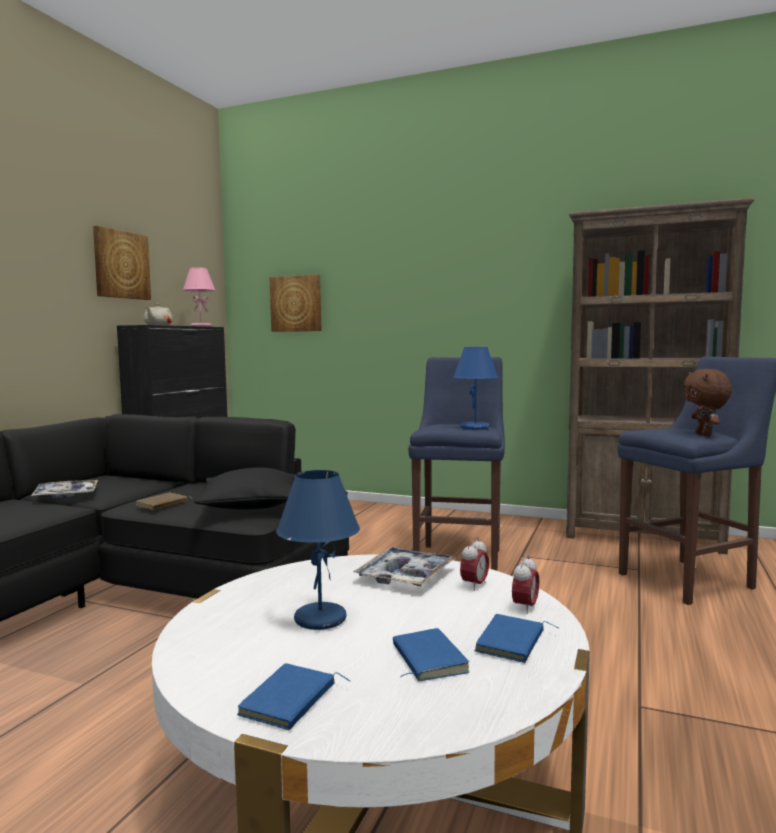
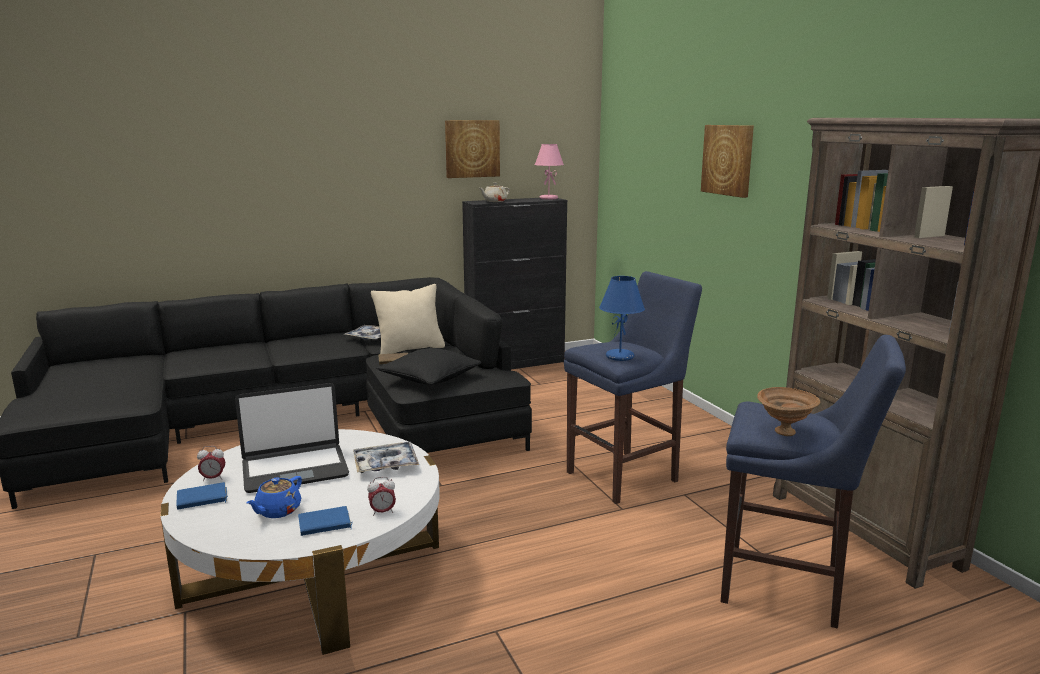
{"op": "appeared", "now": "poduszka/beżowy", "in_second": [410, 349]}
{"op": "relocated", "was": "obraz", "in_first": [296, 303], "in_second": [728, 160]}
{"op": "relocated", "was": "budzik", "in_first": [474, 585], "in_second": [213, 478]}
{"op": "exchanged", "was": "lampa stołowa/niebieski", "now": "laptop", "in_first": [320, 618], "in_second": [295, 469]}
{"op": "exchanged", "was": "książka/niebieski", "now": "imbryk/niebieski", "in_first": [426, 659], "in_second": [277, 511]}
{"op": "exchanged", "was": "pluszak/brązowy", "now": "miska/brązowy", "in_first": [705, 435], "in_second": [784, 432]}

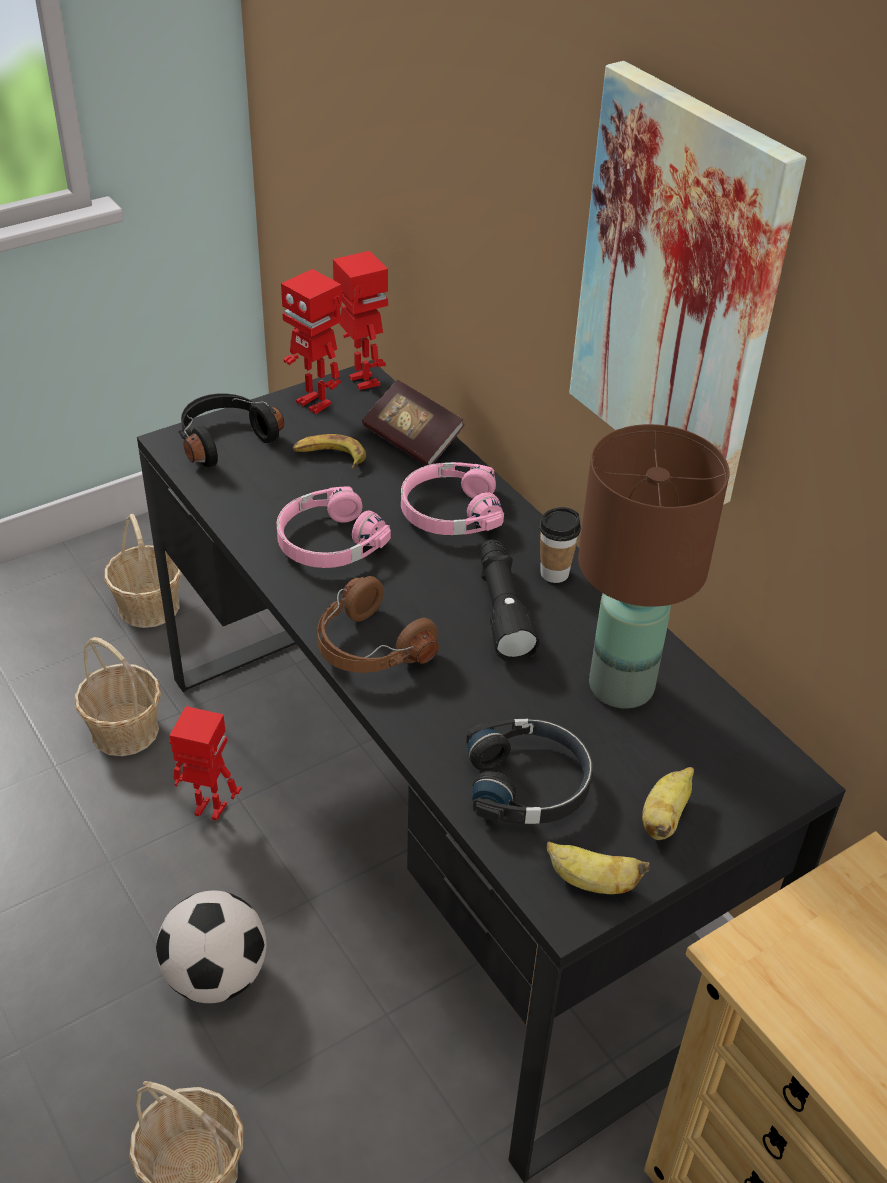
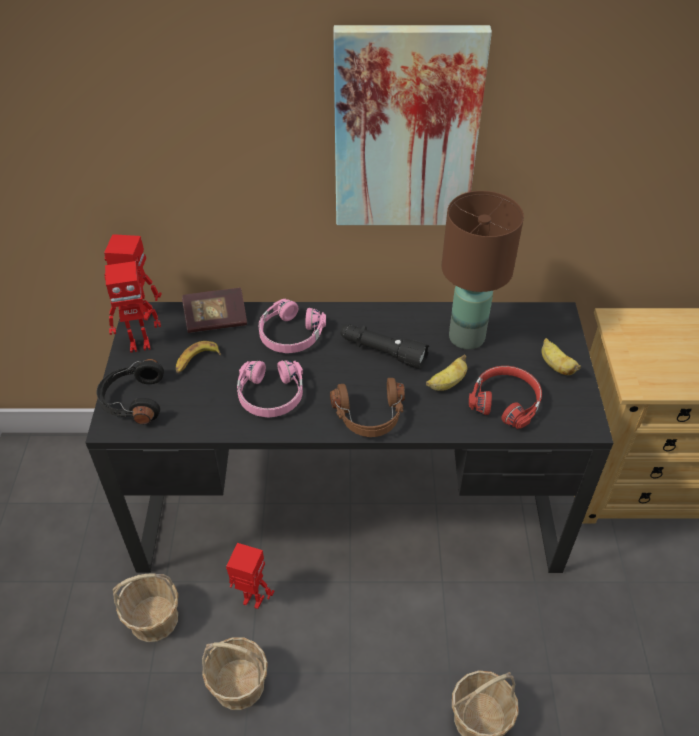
{"op": "missing", "was": "piłka futbolowa", "in_first": [216, 975]}
{"op": "missing", "was": "filiżanka", "in_first": [554, 573]}
{"op": "relocated", "was": "koszyk", "in_first": [149, 606], "in_second": [238, 684]}
{"op": "relocated", "was": "banan", "in_first": [591, 882], "in_second": [447, 383]}
{"op": "colour", "was": "słuchawki/czarny", "now": "słuchawki/czerwony", "in_first": [529, 783], "in_second": [506, 401]}
{"op": "spun", "was": "robot zabawkowy", "in_first": [209, 810], "in_second": [252, 601], "clockwise": 60}

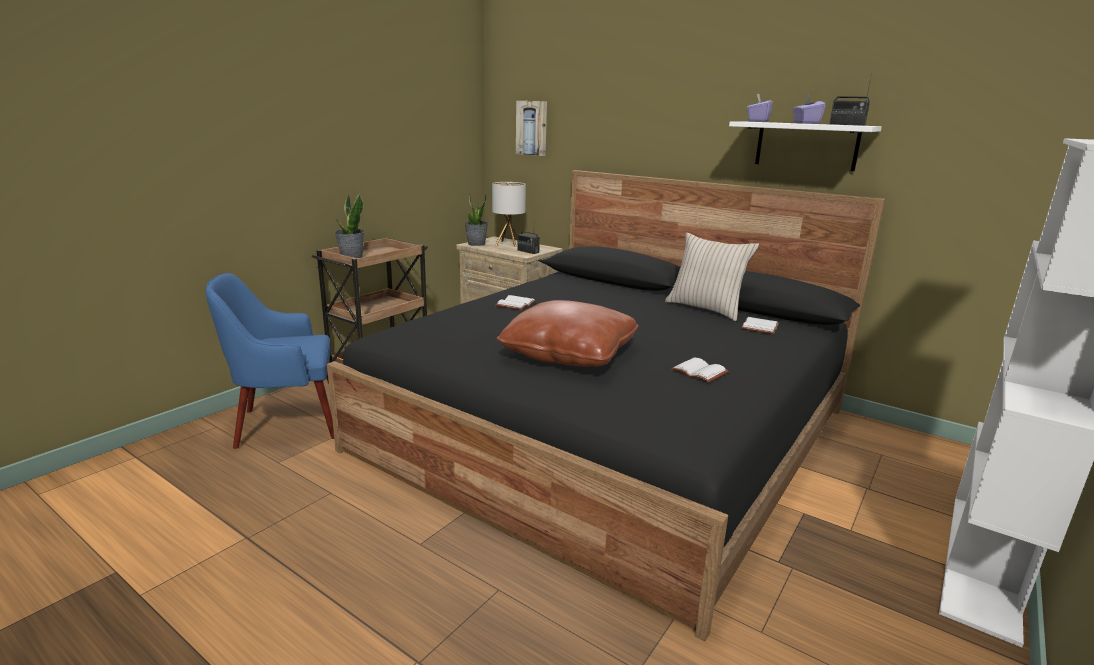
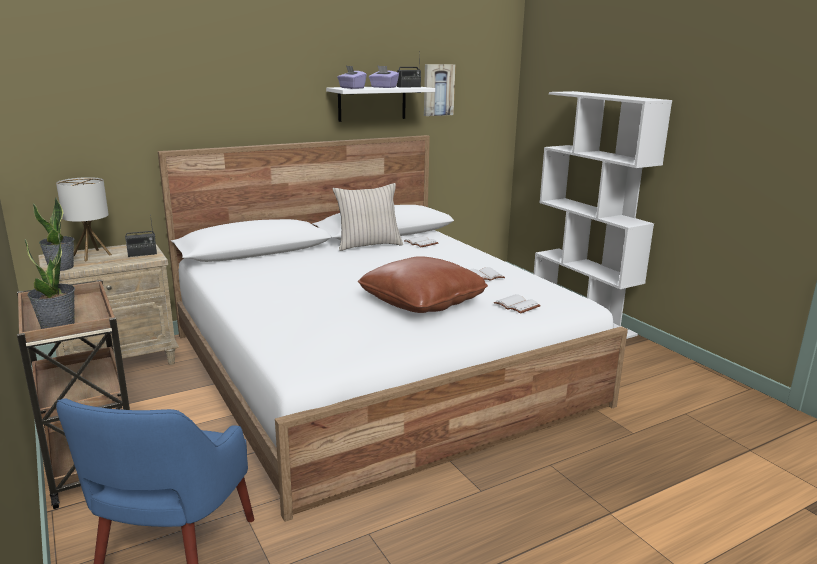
{"op": "relocated", "was": "książka/biały", "in_first": [516, 304], "in_second": [518, 305]}
{"op": "relocated", "was": "obraz", "in_first": [532, 128], "in_second": [438, 90]}
{"op": "colour", "was": "łóżko/czarny", "now": "łóżko/biały", "in_first": [610, 429], "in_second": [376, 367]}

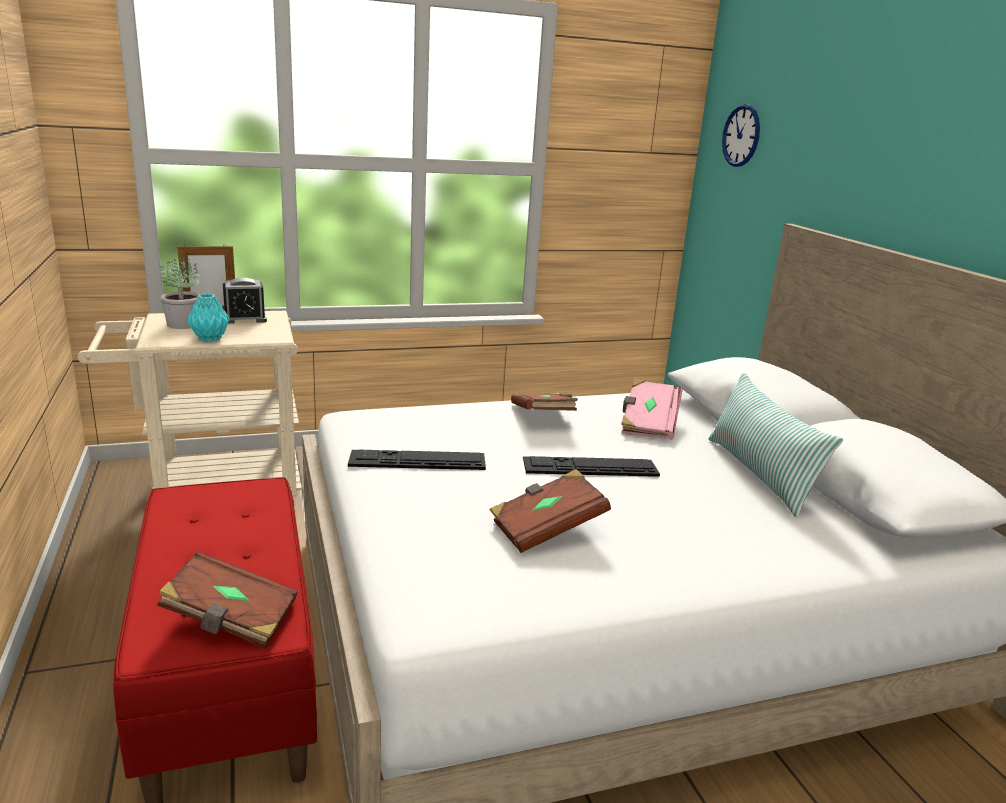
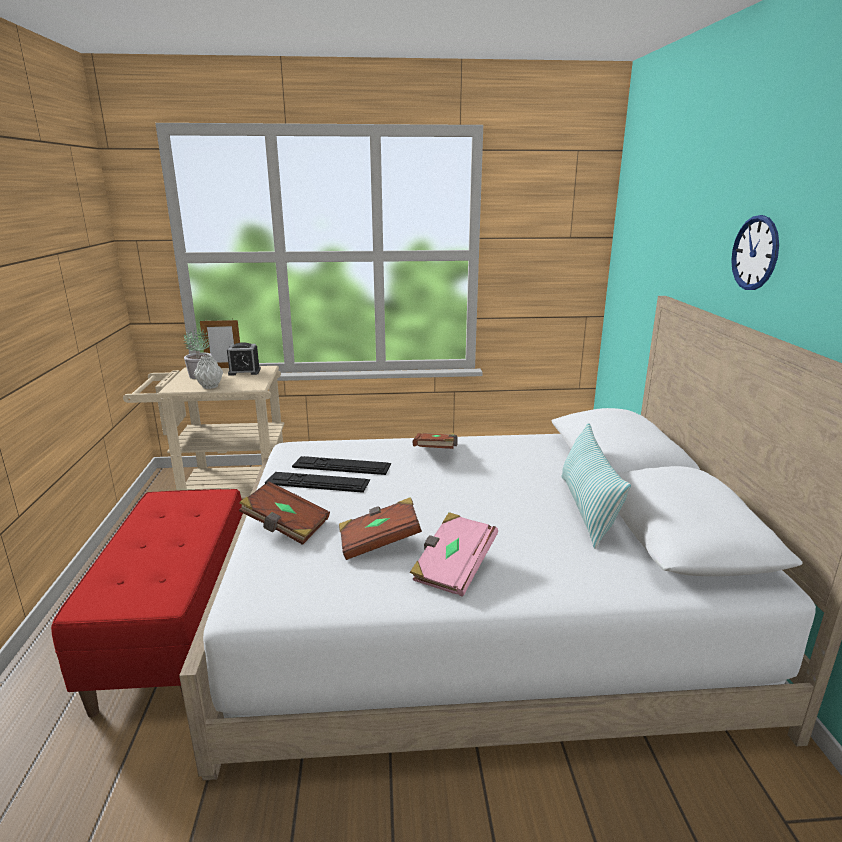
{"op": "relocated", "was": "książka/brązowy", "in_first": [231, 620], "in_second": [285, 526]}
{"op": "relocated", "was": "klawiatura", "in_first": [590, 466], "in_second": [342, 465]}
{"op": "relocated", "was": "książka/różowy", "in_first": [648, 424], "in_second": [453, 568]}
{"op": "relocated", "was": "zegar ścienny", "in_first": [741, 135], "in_second": [755, 253]}
{"op": "colour", "was": "wazon/turkusowy", "now": "wazon/szary", "in_first": [209, 339], "in_second": [210, 387]}

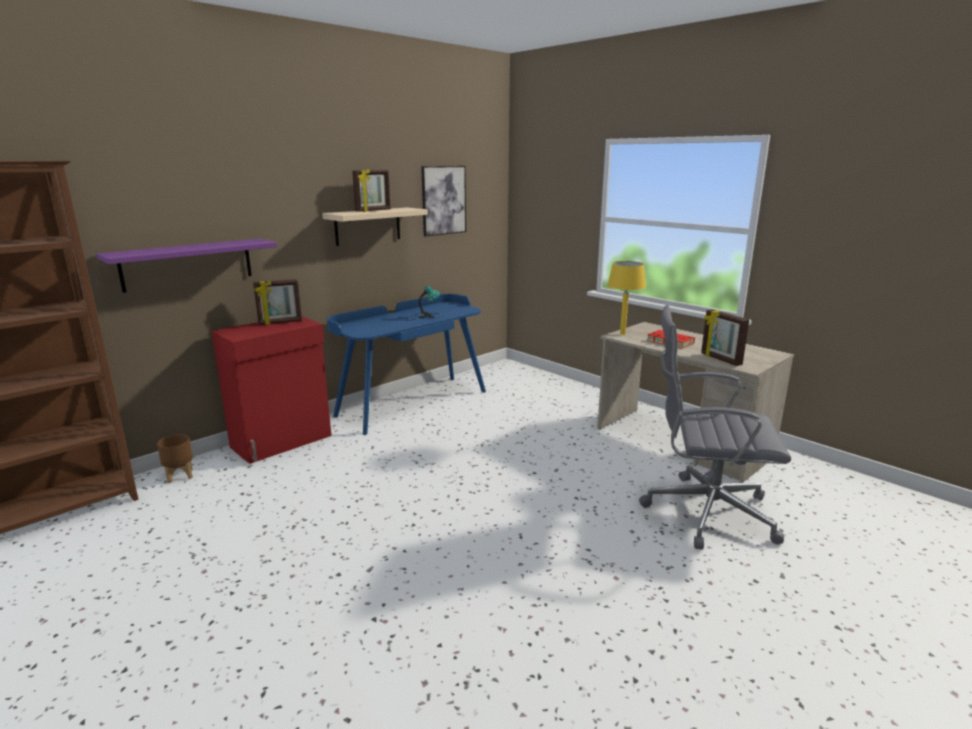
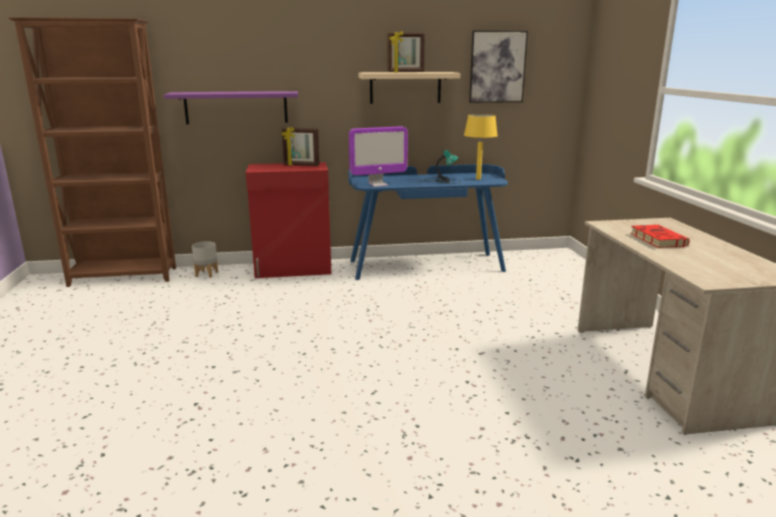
{"op": "missing", "was": "krzesło biurowe/szary", "in_first": [704, 512]}
{"op": "missing", "was": "ramka na zdjęcie", "in_first": [720, 359]}
{"op": "appeared", "now": "monitor", "in_second": [378, 184]}
{"op": "relocated", "was": "lampa stołowa/żółty", "in_first": [622, 334], "in_second": [478, 179]}
{"op": "colour", "was": "donica/brązowy", "now": "donica/szary", "in_first": [180, 475], "in_second": [207, 274]}

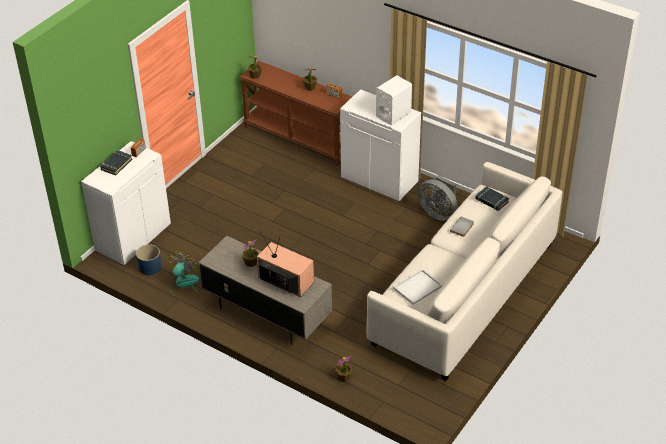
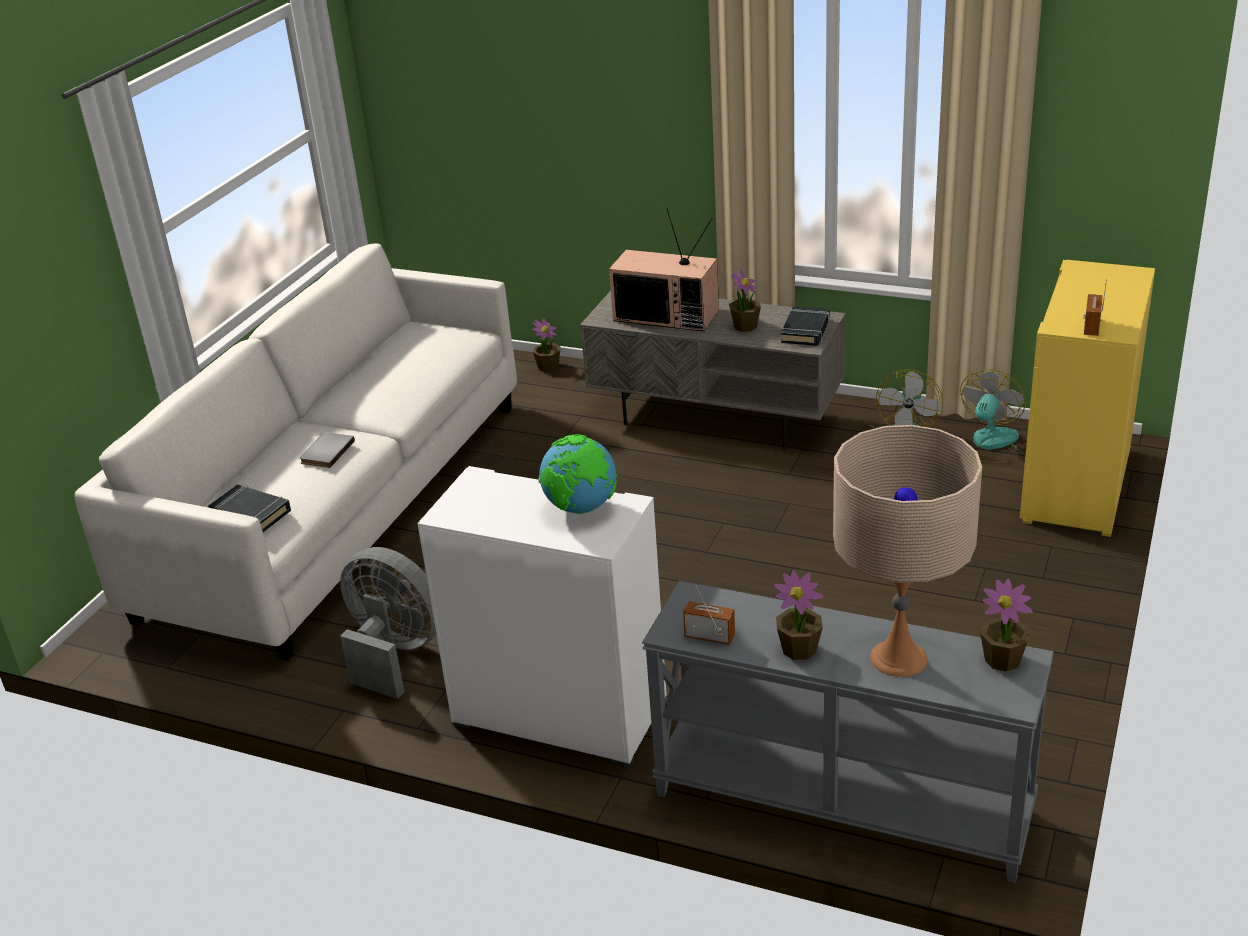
{"op": "missing", "was": "głośnik/biały", "in_first": [393, 114]}
{"op": "missing", "was": "taca/biały", "in_first": [417, 288]}
{"op": "appeared", "now": "globus", "in_second": [580, 509]}
{"op": "appeared", "now": "lampa stołowa/beżowy", "in_second": [898, 658]}
{"op": "relocated", "was": "książka/czarny", "in_first": [116, 164], "in_second": [806, 331]}
{"op": "exchanged", "was": "donica/niebieski", "now": "wentylator", "in_first": [150, 267], "in_second": [991, 445]}
{"op": "colour", "was": "szafka/biały", "now": "szafka/żółty", "in_first": [133, 237], "in_second": [1078, 486]}
{"op": "colour", "was": "stolik konsolowy/brązowy", "now": "stolik konsolowy/szary", "in_first": [299, 137], "in_second": [839, 804]}

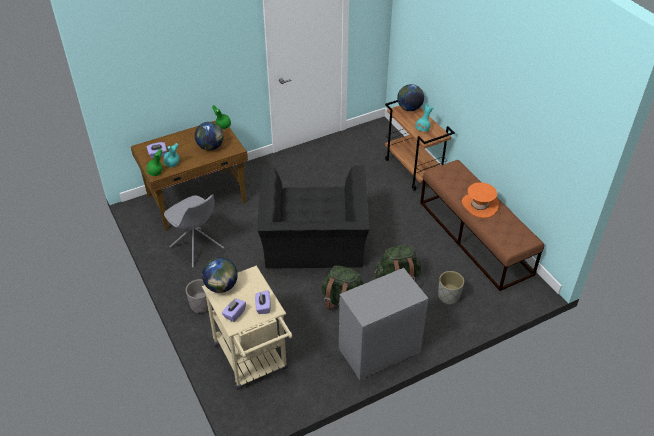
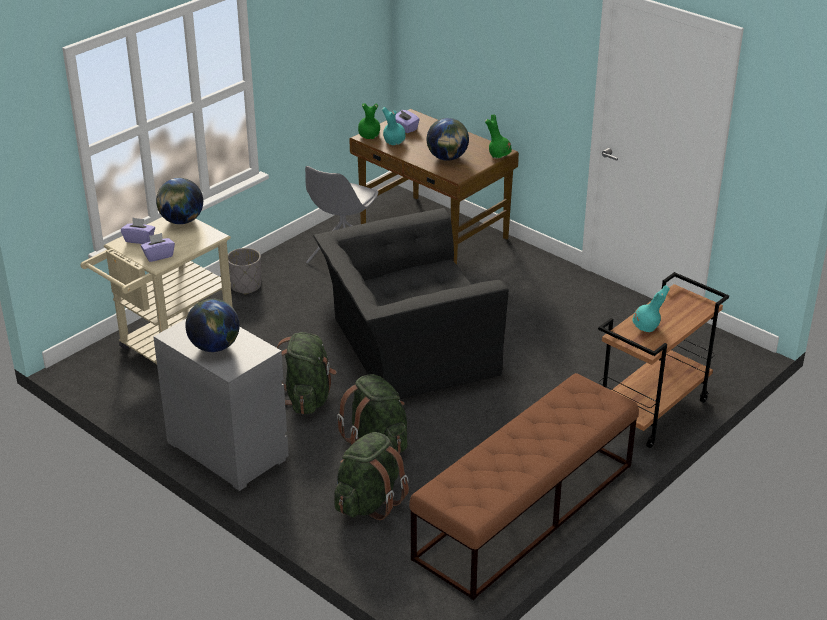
{"op": "missing", "was": "kapelusz/pomarańczowy", "in_first": [479, 205]}
{"op": "relocated", "was": "globus", "in_first": [409, 108], "in_second": [214, 346]}
{"op": "exchanged", "was": "donica/szary", "now": "plecak/zielony", "in_first": [449, 296], "in_second": [369, 502]}

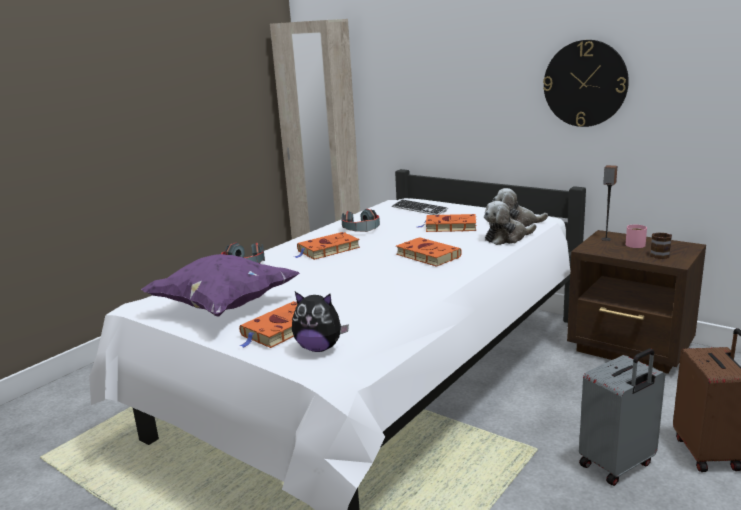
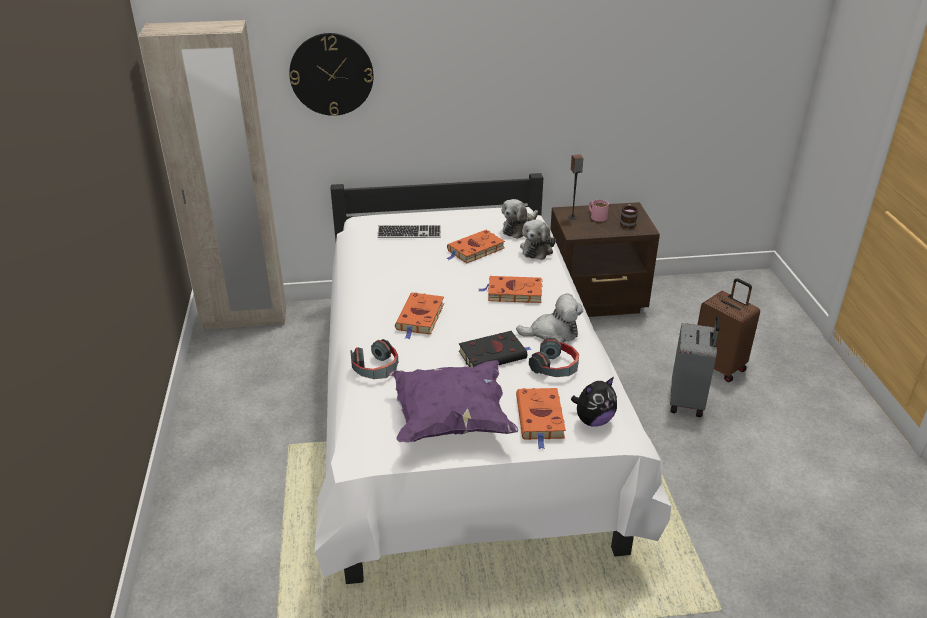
{"op": "appeared", "now": "książka/czarny", "in_second": [494, 354]}
{"op": "appeared", "now": "pluszak", "in_second": [552, 333]}
{"op": "relocated", "was": "słuchawki", "in_first": [361, 229], "in_second": [555, 367]}
{"op": "relocated", "was": "zegar ścienny", "in_first": [585, 83], "in_second": [331, 74]}

